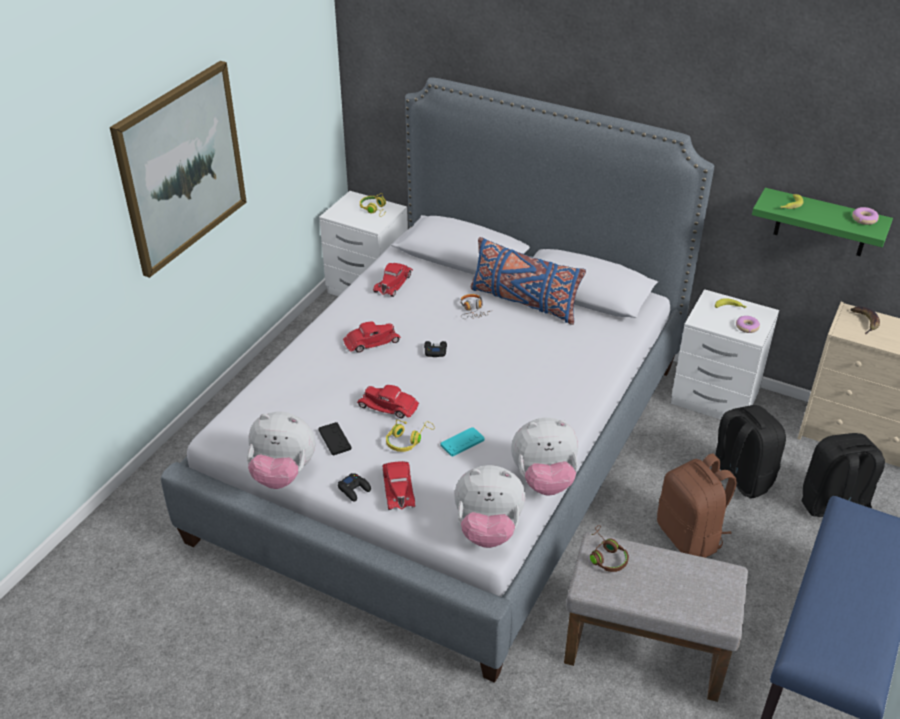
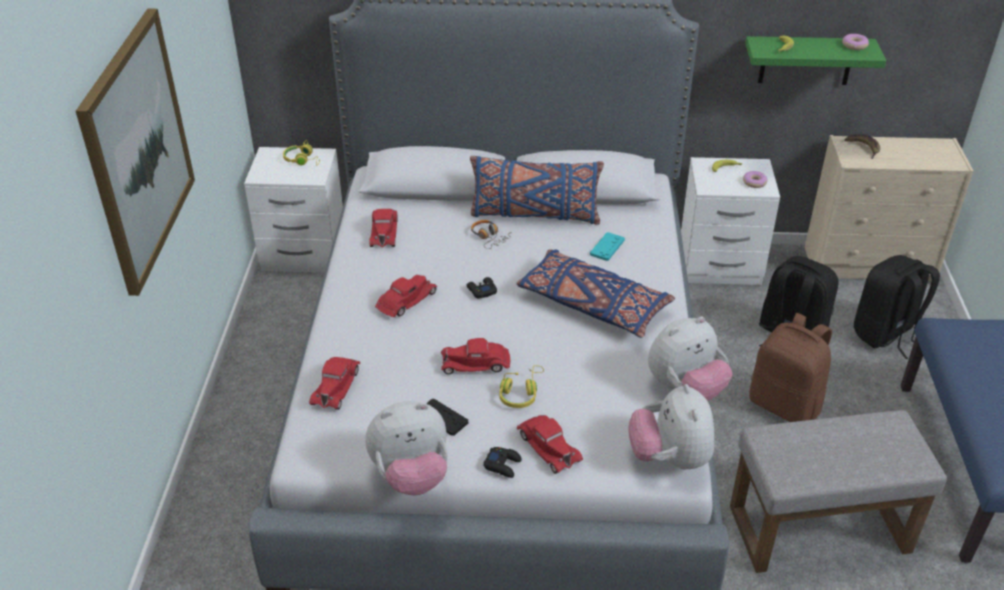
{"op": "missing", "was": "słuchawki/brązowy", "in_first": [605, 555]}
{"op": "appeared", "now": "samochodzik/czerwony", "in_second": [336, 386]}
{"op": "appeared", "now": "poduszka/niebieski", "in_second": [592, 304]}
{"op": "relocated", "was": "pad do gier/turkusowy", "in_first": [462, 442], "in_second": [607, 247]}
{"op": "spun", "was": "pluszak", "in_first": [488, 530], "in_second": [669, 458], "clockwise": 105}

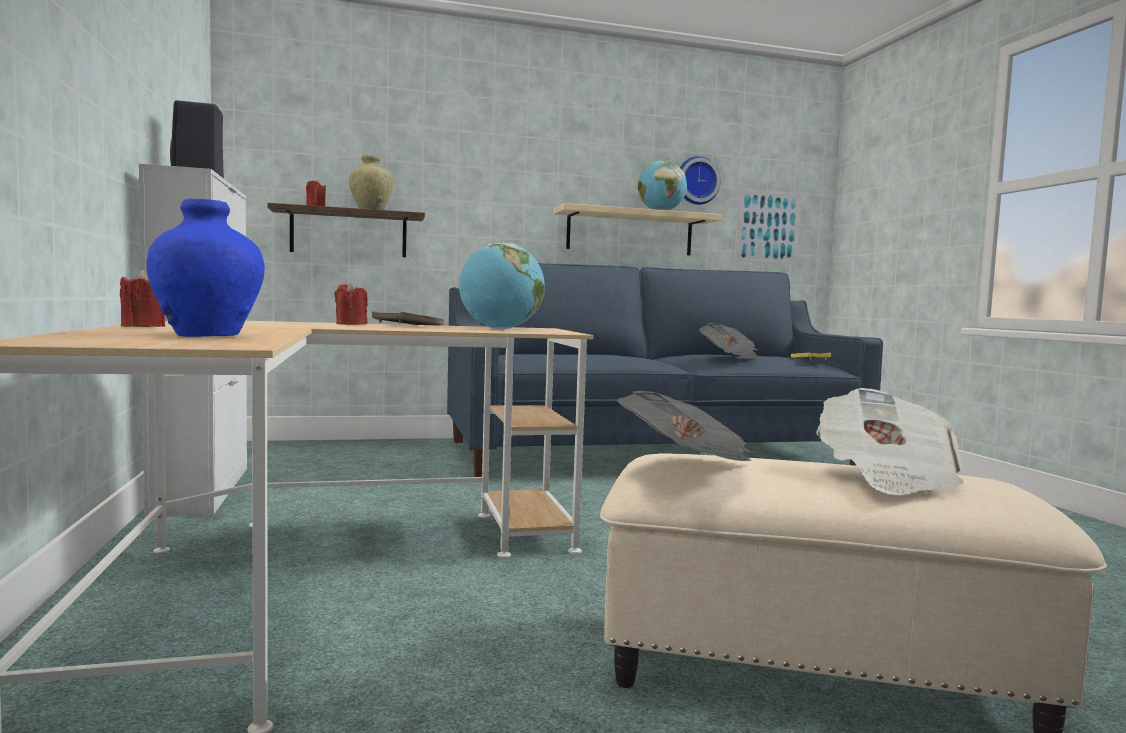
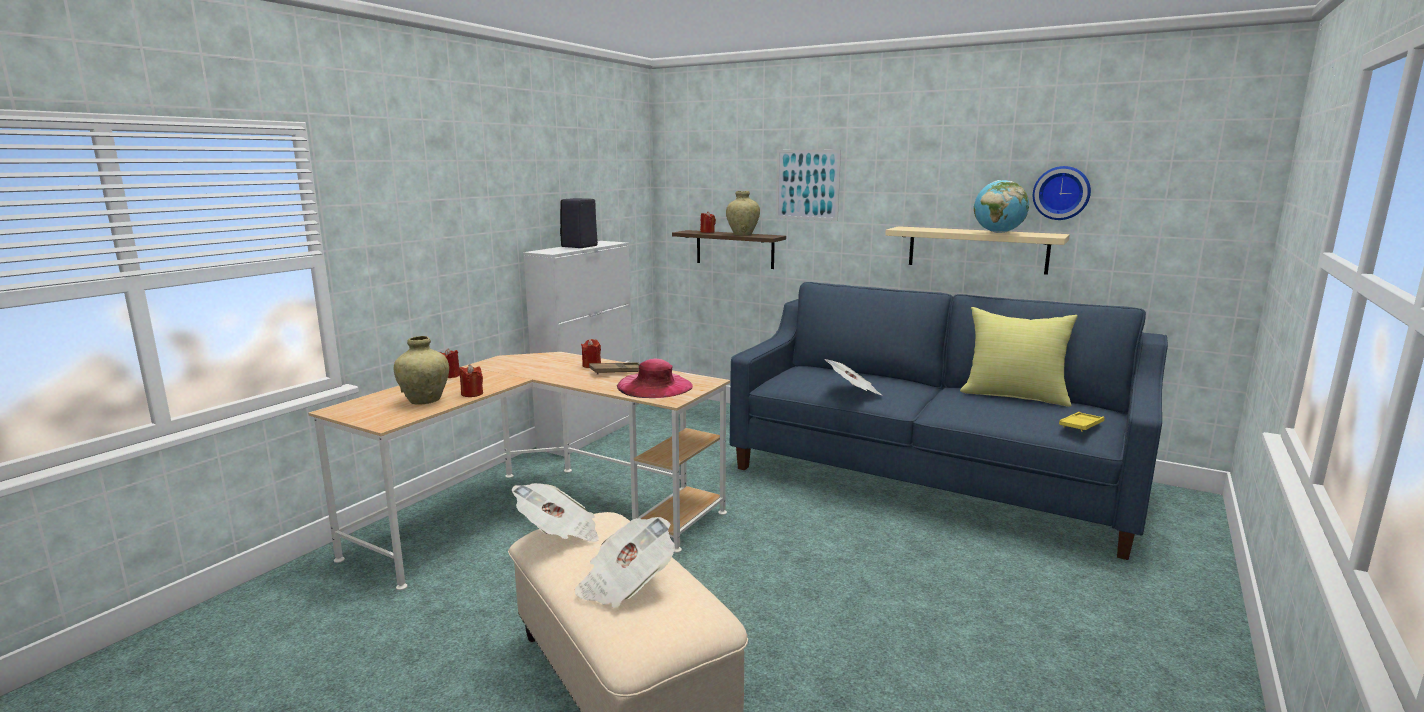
{"op": "appeared", "now": "świeca/czerwony", "in_second": [472, 394]}
{"op": "appeared", "now": "poduszka/żółty", "in_second": [1014, 395]}
{"op": "relocated", "was": "gazeta", "in_first": [730, 358], "in_second": [853, 392]}
{"op": "relocated", "was": "obraz", "in_first": [767, 227], "in_second": [807, 184]}
{"op": "exchanged", "was": "globus", "now": "kapelusz/różowy", "in_first": [500, 329], "in_second": [654, 386]}
{"op": "colour", "was": "wazon/niebieski", "now": "wazon/beżowy", "in_first": [208, 336], "in_second": [425, 400]}

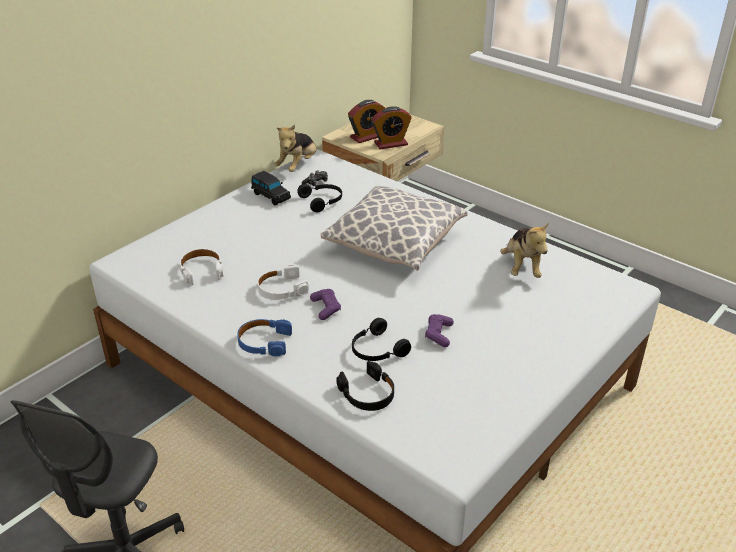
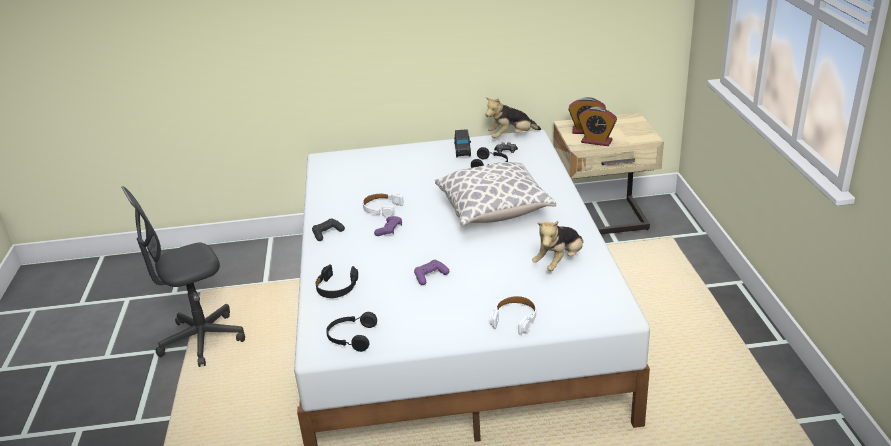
{"op": "relocated", "was": "słuchawki/biały", "in_first": [202, 270], "in_second": [514, 318]}
{"op": "relocated", "was": "słuchawki/czarny", "in_first": [376, 350], "in_second": [351, 337]}
{"op": "exchanged", "was": "słuchawki/niebieski", "now": "pad do gier/czarny", "in_first": [264, 342], "in_second": [327, 233]}

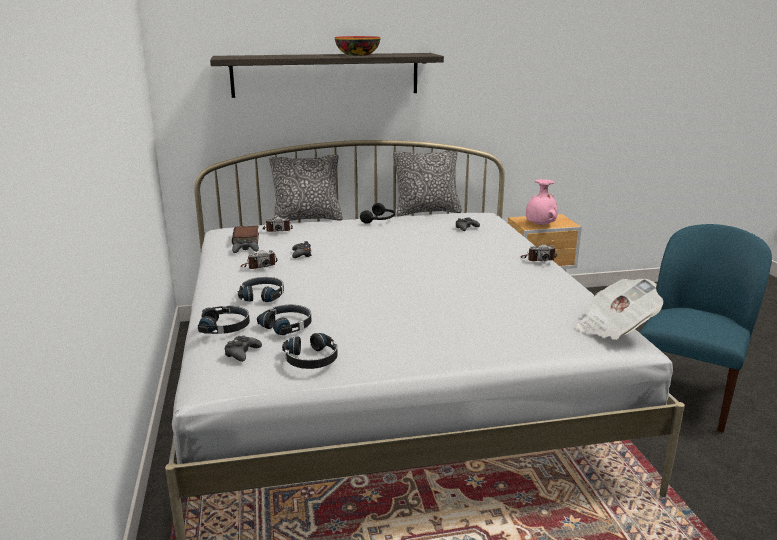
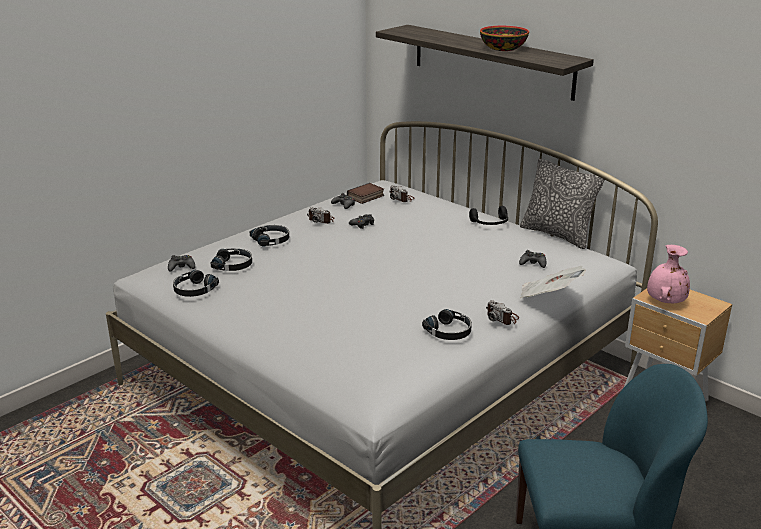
{"op": "missing", "was": "poduszka", "in_first": [307, 219]}
{"op": "relocated", "was": "słuchawki/czarny", "in_first": [225, 326], "in_second": [449, 332]}
{"op": "relocated", "was": "gazeta", "in_first": [615, 327], "in_second": [548, 297]}

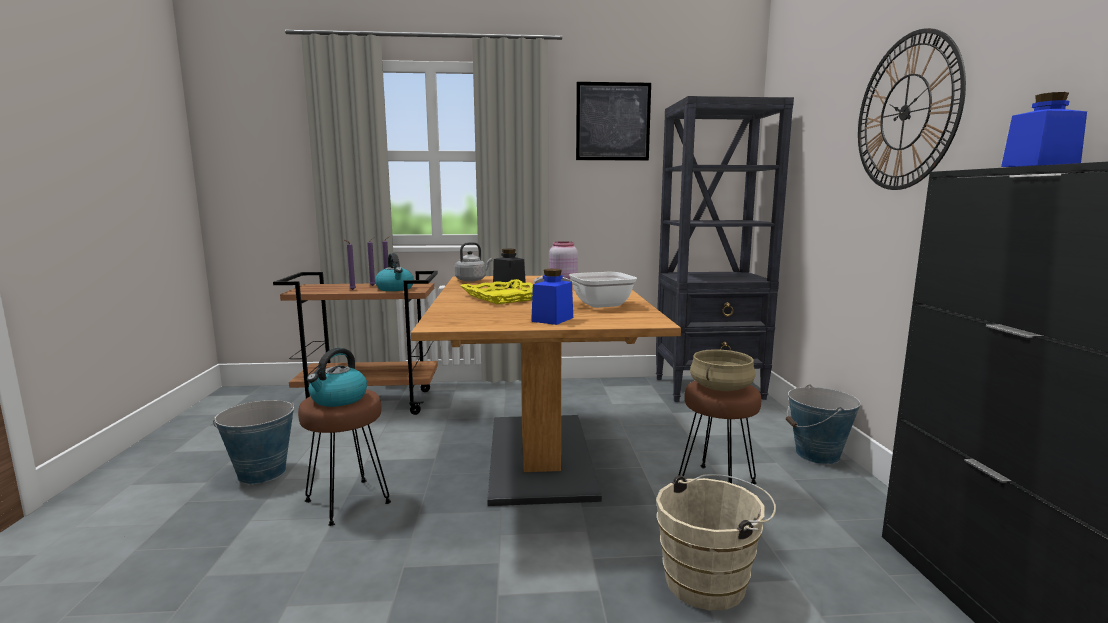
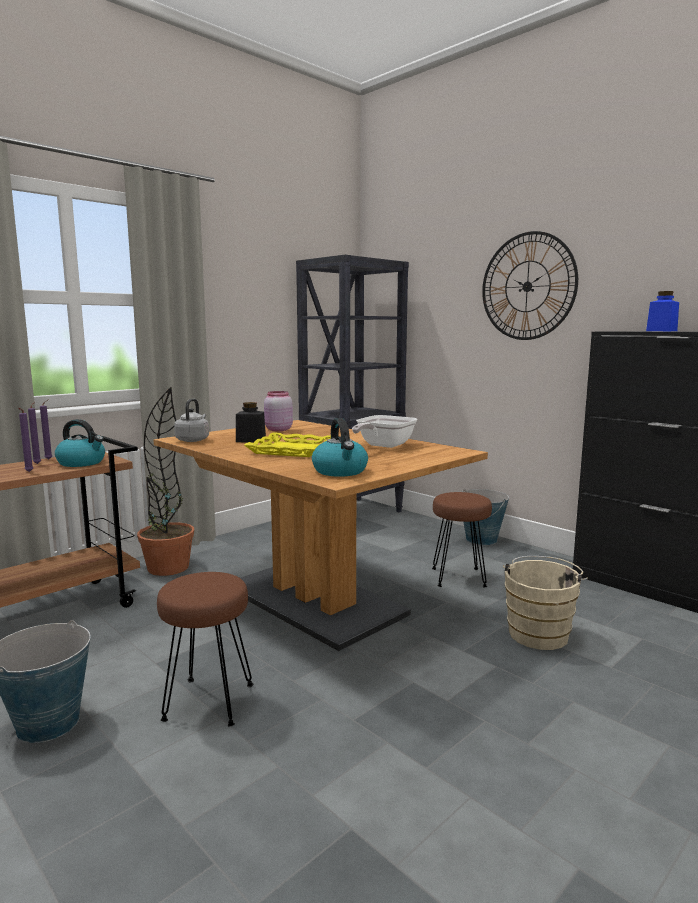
{"op": "missing", "was": "słoik/niebieski", "in_first": [552, 319]}
{"op": "missing", "was": "obraz", "in_first": [613, 121]}
{"op": "missing", "was": "garnek/beżowy", "in_first": [720, 387]}
{"op": "appeared", "now": "roślina doniczkowa", "in_second": [168, 568]}
{"op": "relocated", "was": "czajnik", "in_first": [338, 399], "in_second": [340, 471]}

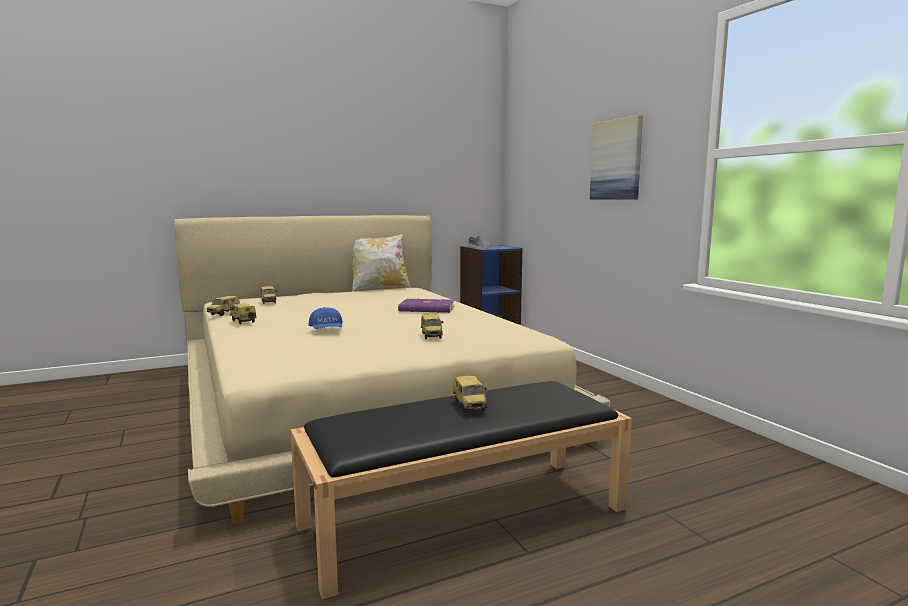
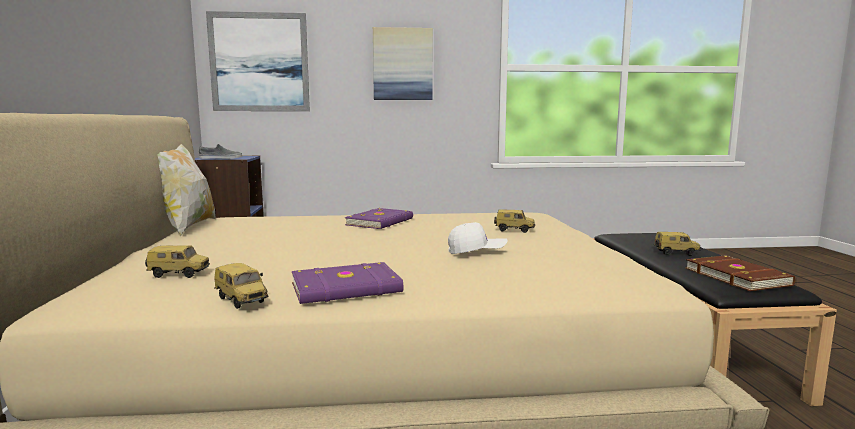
{"op": "appeared", "now": "obraz", "in_second": [259, 62]}
{"op": "appeared", "now": "książka/brązowy", "in_second": [737, 276]}
{"op": "exchanged", "was": "samochodzik", "now": "książka/fioletowy", "in_first": [242, 322], "in_second": [347, 288]}
{"op": "colour", "was": "czapka z daszkiem/niebieski", "now": "czapka z daszkiem/biały", "in_first": [326, 330], "in_second": [476, 251]}

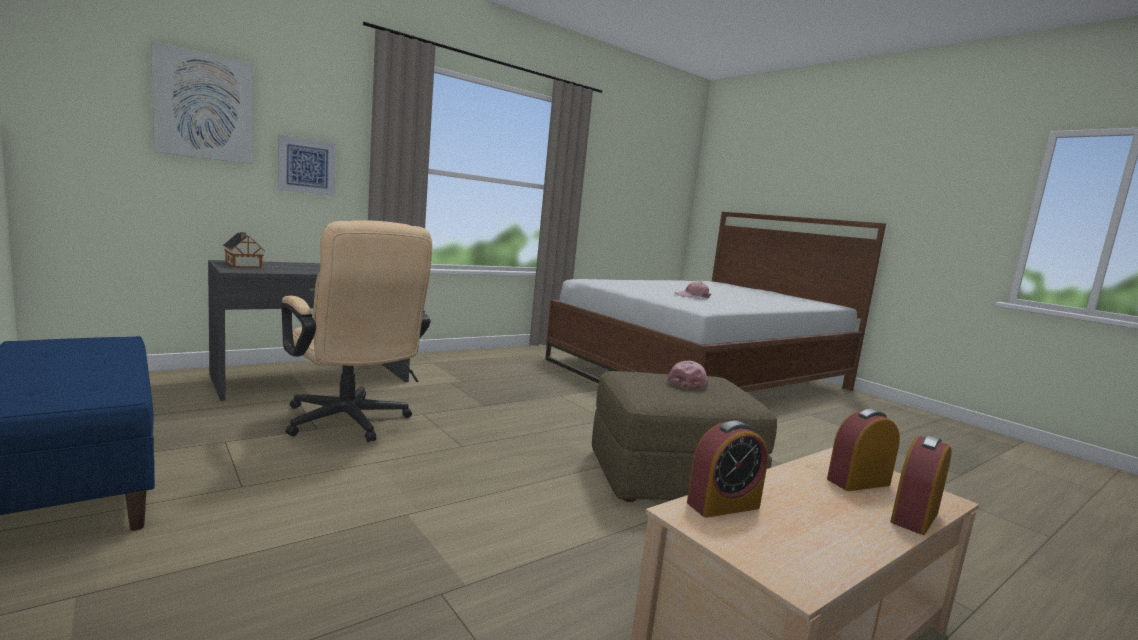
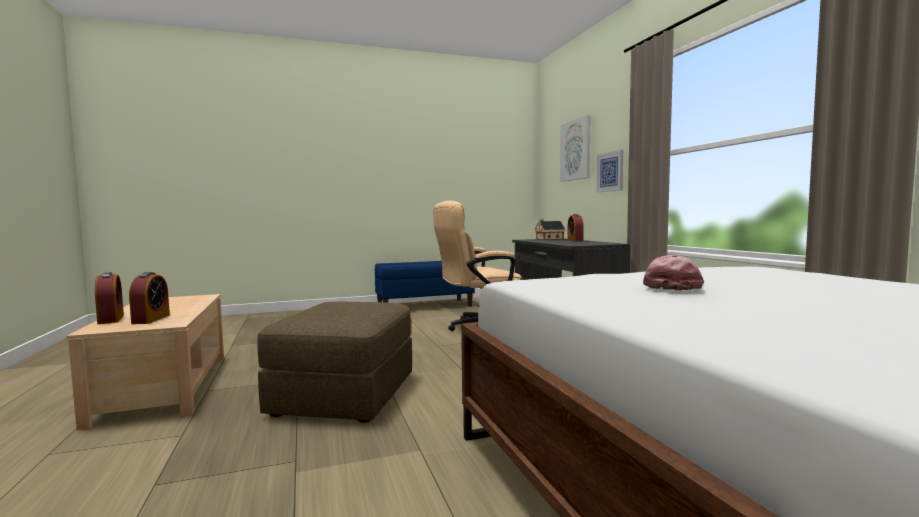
{"op": "missing", "was": "czapka z daszkiem/różowy", "in_first": [687, 383]}
{"op": "relocated", "was": "budzik", "in_first": [723, 505], "in_second": [575, 240]}

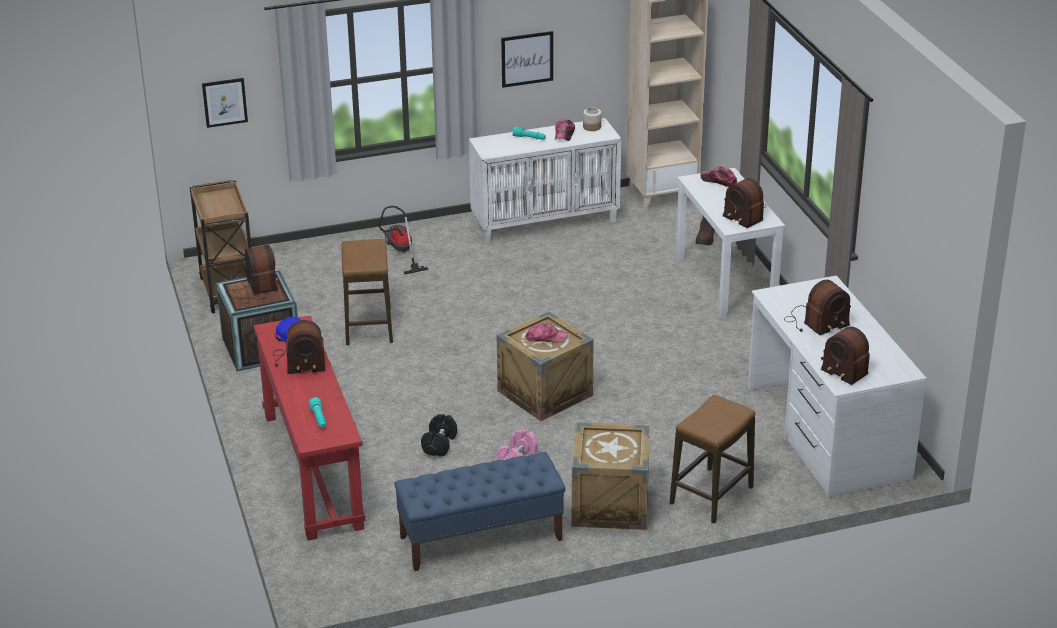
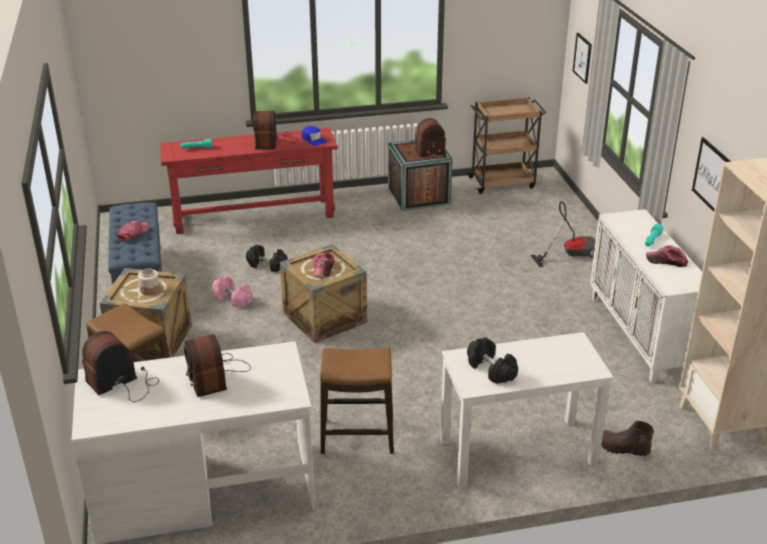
{"op": "relocated", "was": "stołek", "in_first": [368, 327], "in_second": [357, 436]}
{"op": "relocated", "was": "słoik", "in_first": [591, 127], "in_second": [150, 290]}
{"op": "relocated", "was": "czapka z daszkiem", "in_first": [719, 180], "in_second": [133, 233]}
{"op": "exchanged", "was": "radio", "now": "hantel/czarny", "in_first": [744, 214], "in_second": [491, 370]}

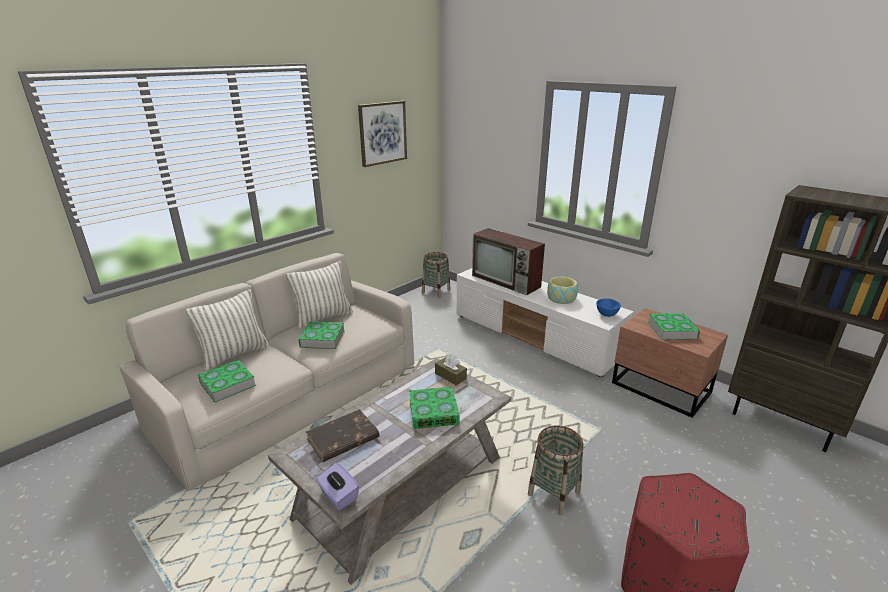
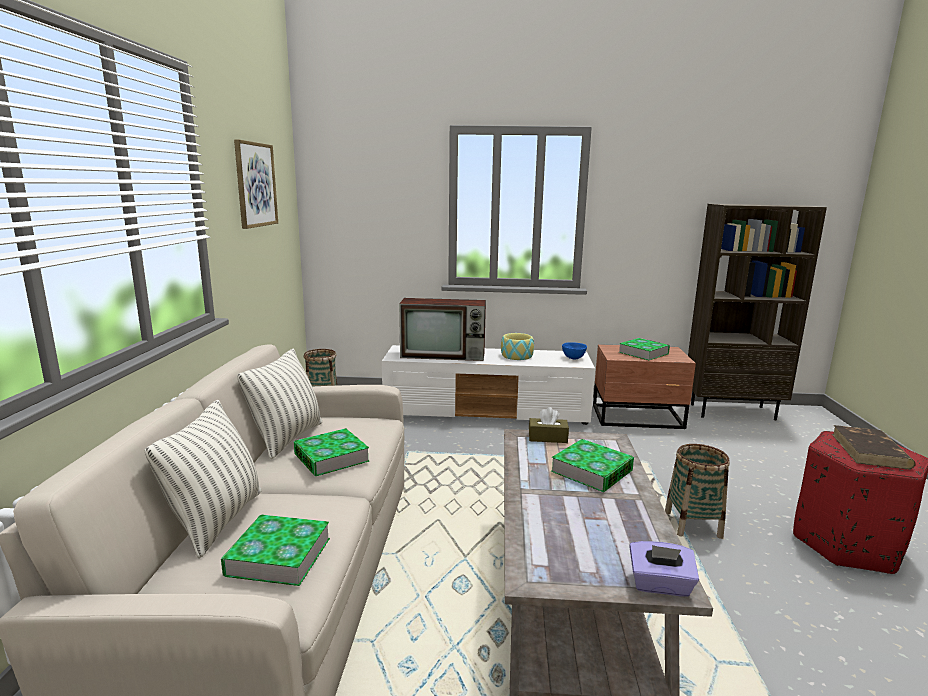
{"op": "relocated", "was": "książka/brązowy", "in_first": [342, 439], "in_second": [870, 451]}

